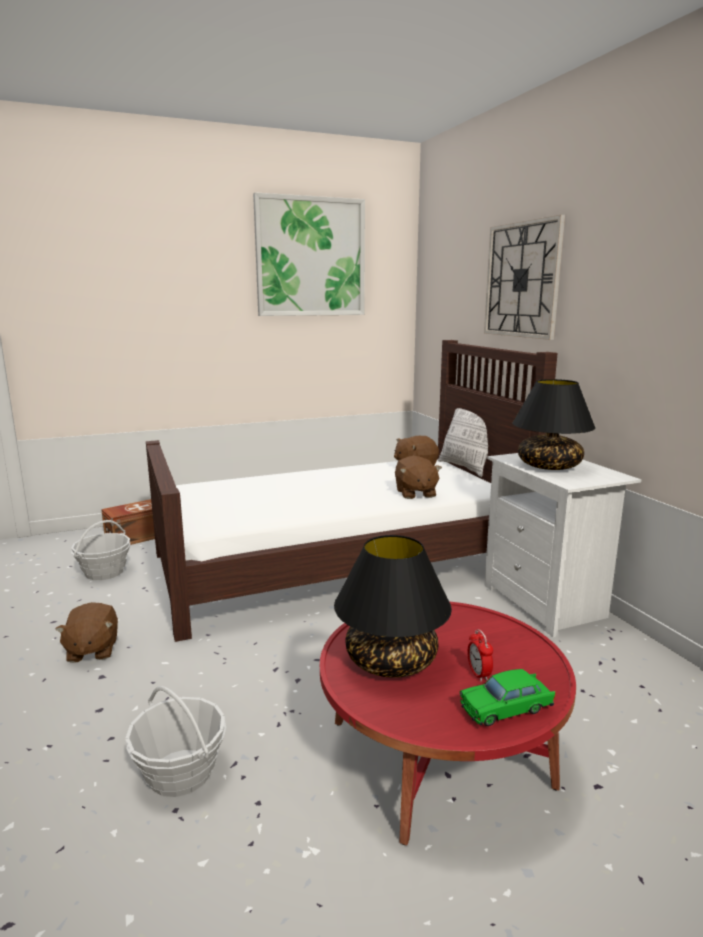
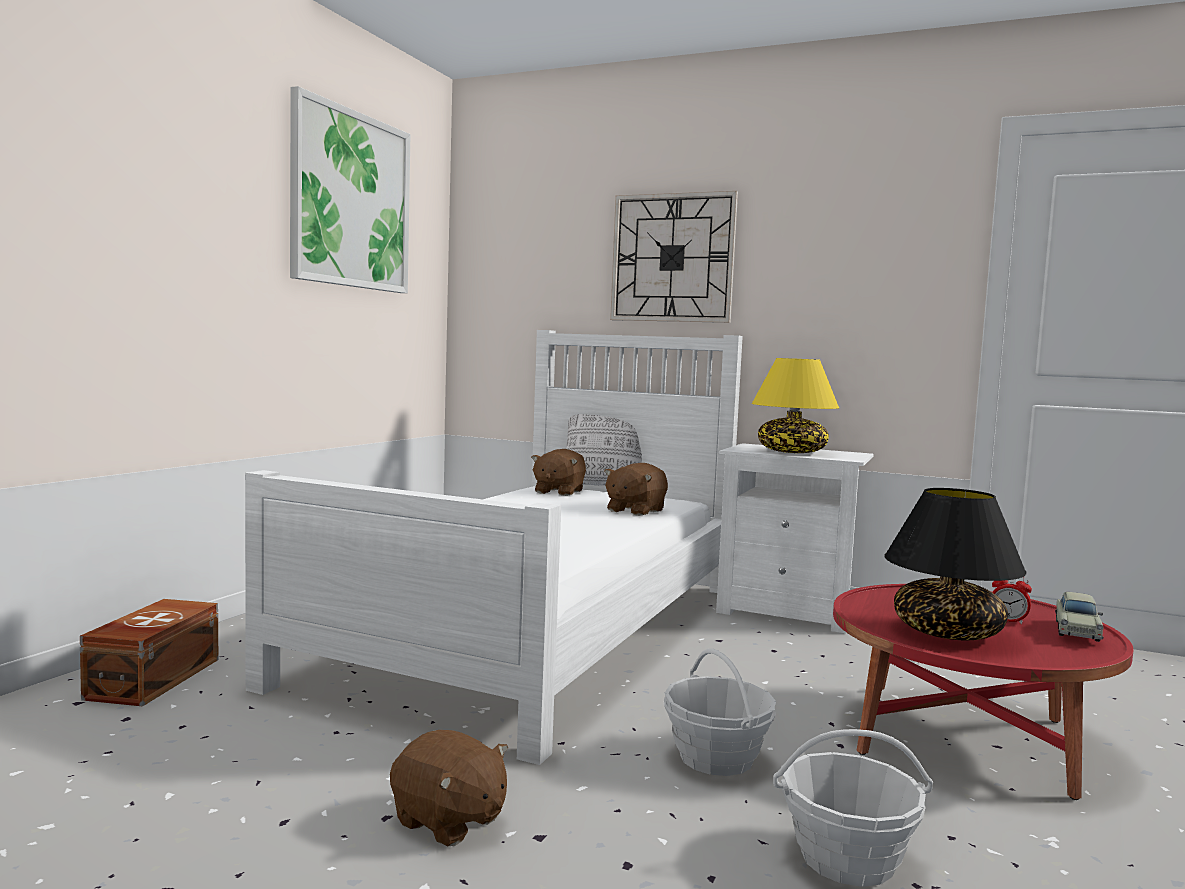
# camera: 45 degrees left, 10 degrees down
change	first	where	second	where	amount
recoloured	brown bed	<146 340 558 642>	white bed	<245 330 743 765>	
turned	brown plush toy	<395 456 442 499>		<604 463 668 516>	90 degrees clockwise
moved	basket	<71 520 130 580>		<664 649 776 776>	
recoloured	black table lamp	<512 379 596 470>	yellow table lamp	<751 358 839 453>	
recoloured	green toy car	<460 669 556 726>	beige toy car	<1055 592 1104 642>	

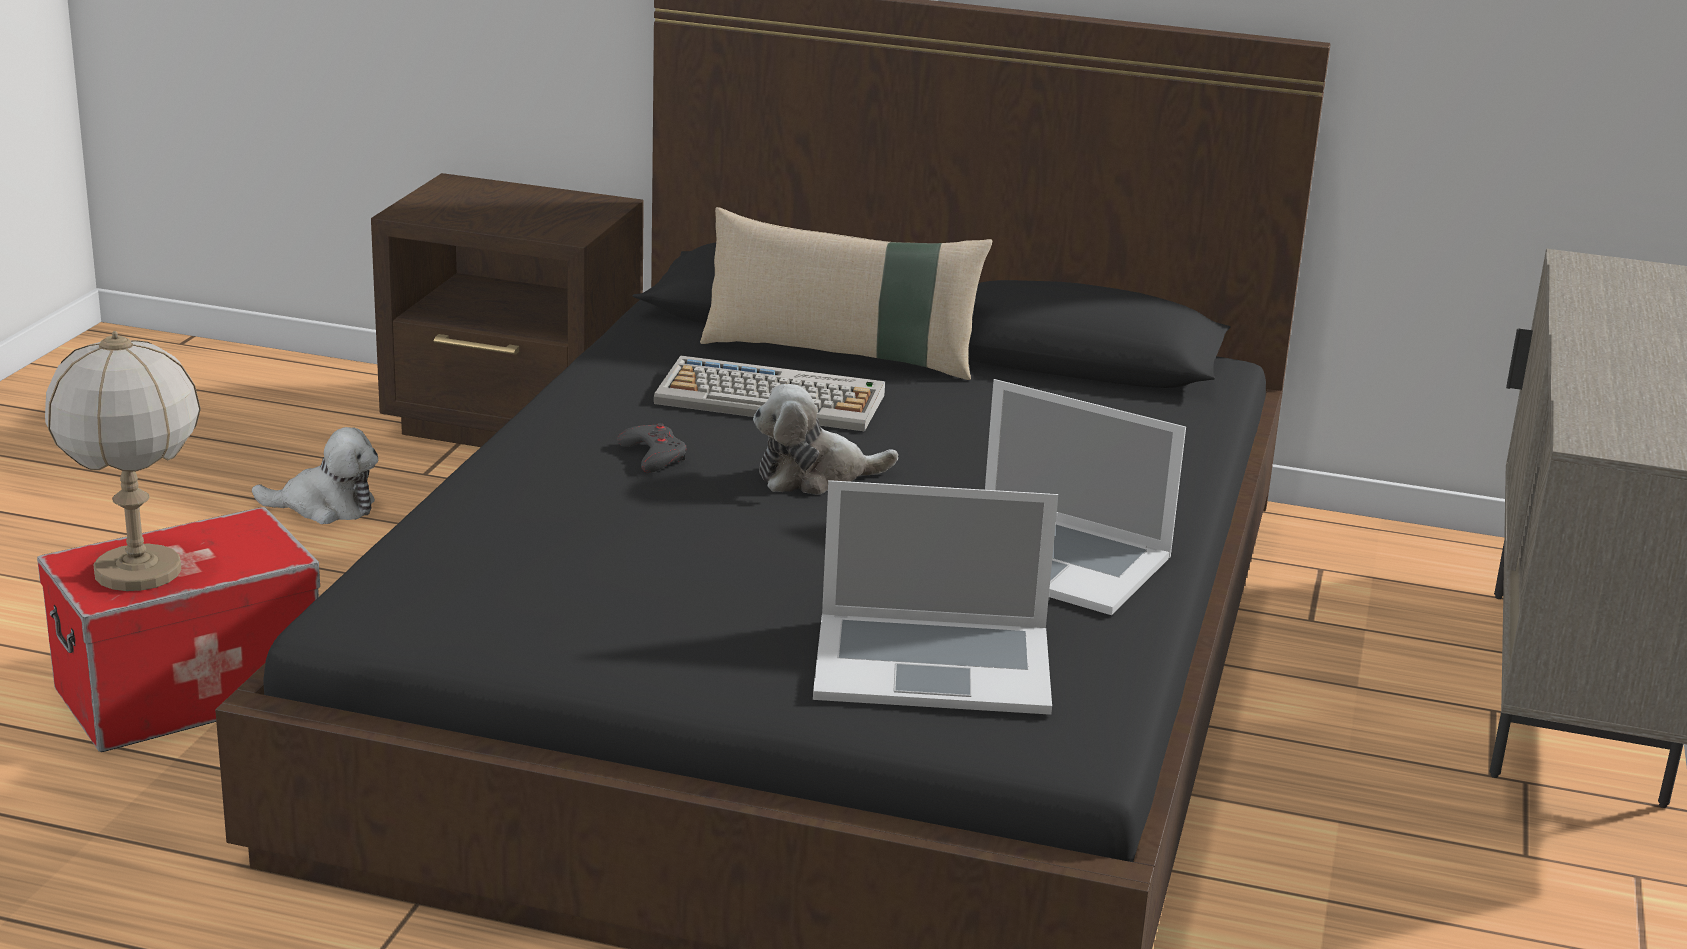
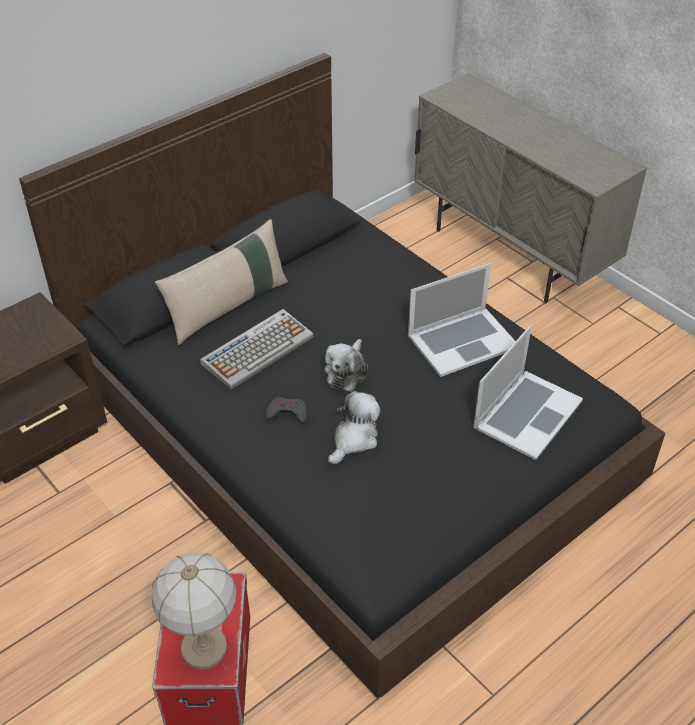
# camera: 55 degrees left, 20 degrees up
change	first	where	second	where	amount
moved	plush toy	<252 427 378 524>		<328 391 380 464>	

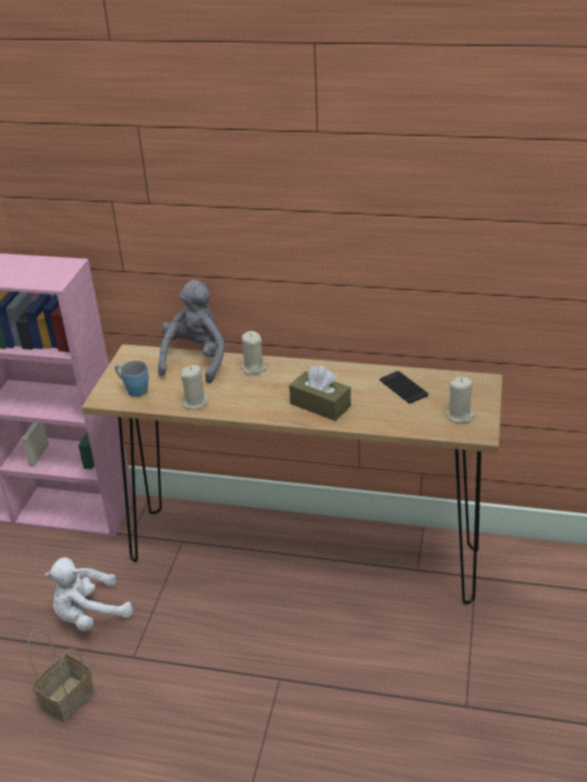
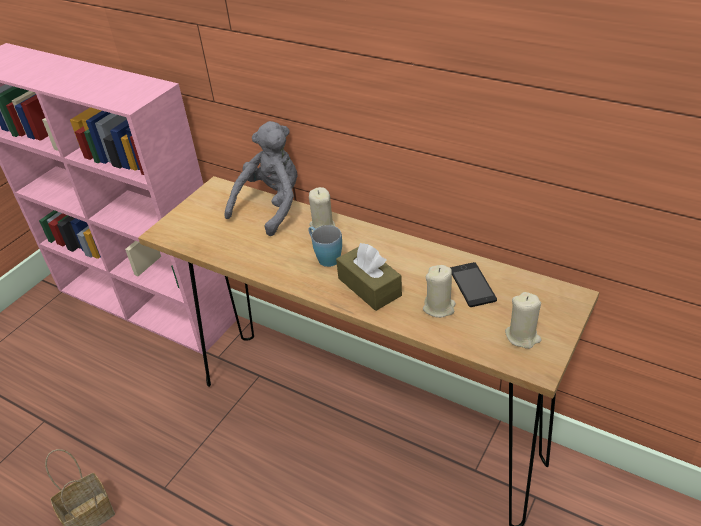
# camera: 20 degrees right, 5 degrees up
change	first	where	second	where	amount
moved	blue mug	<115 361 149 397>		<308 225 342 267>	
moved	beige candle	<181 365 208 410>		<423 265 456 318>	
removed	white plush toy	<44 558 133 631>			

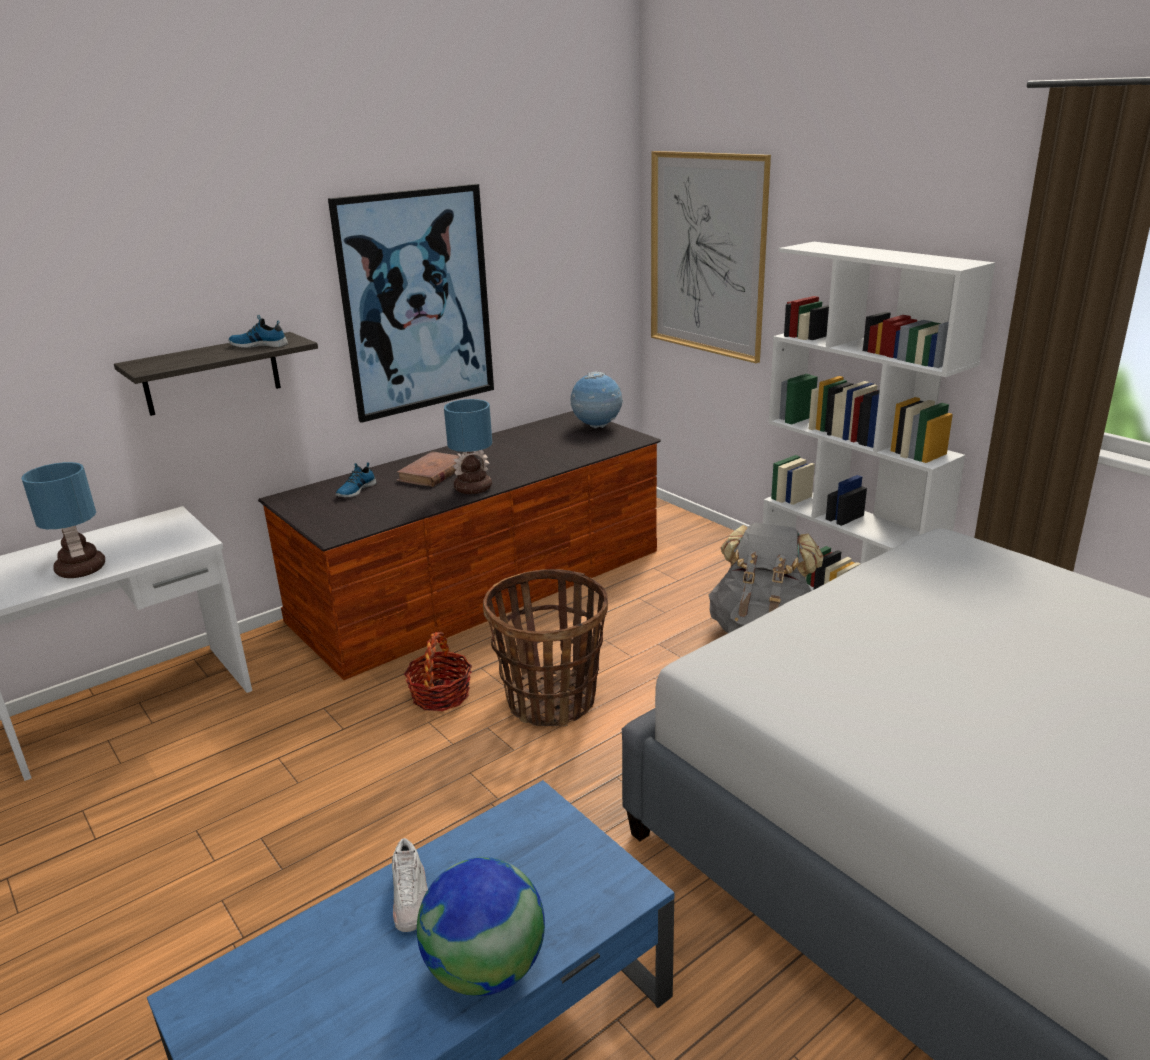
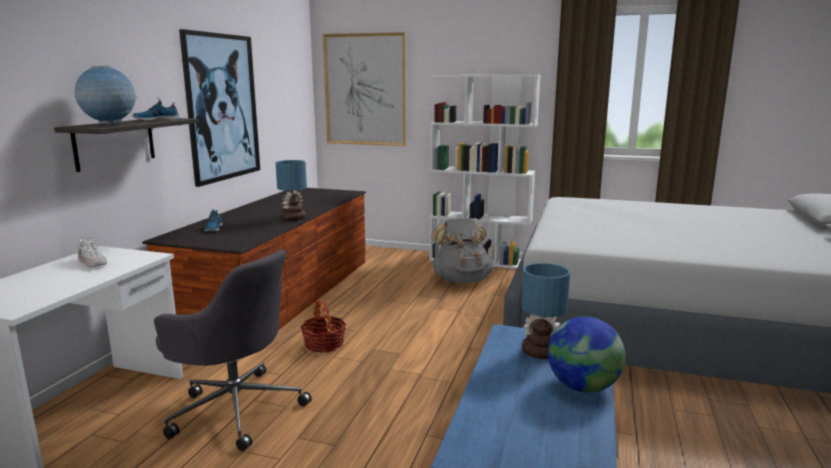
# camera: 35 degrees left, 10 degrees down
change	first	where	second	where	amount
moved	globe	<570 372 624 429>		<75 66 137 125>	
moved	white shoe	<392 838 428 932>		<78 237 107 268>	
added			grey office chair	<154 249 312 451>	
moved	table lamp	<21 462 105 578>		<521 263 570 359>	
removed	brown book	<396 451 466 487>			
removed	basket	<483 569 608 727>			

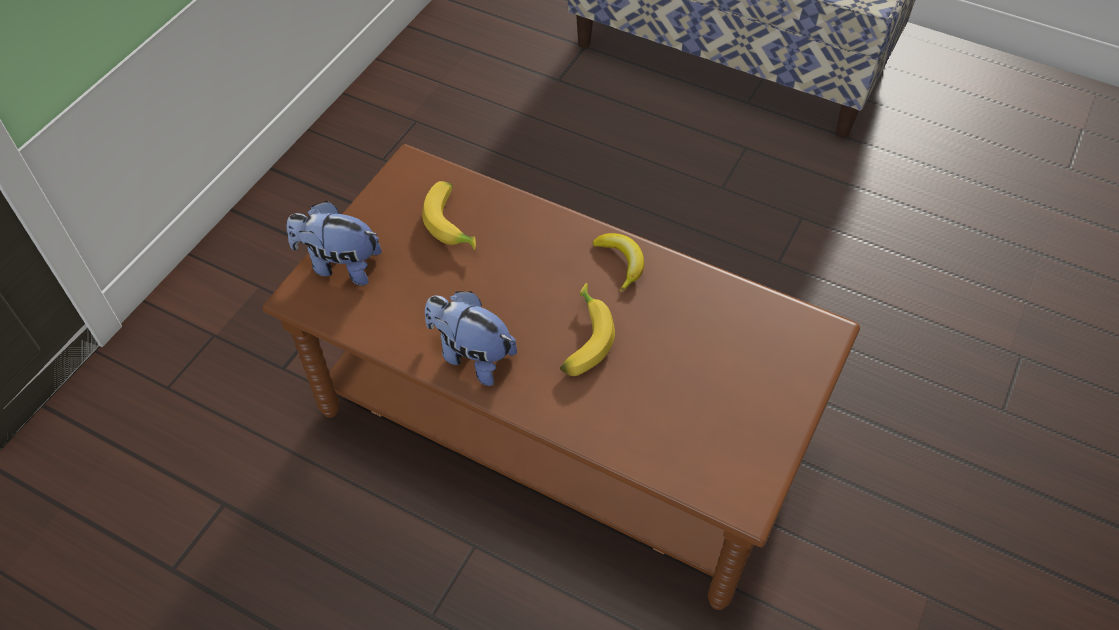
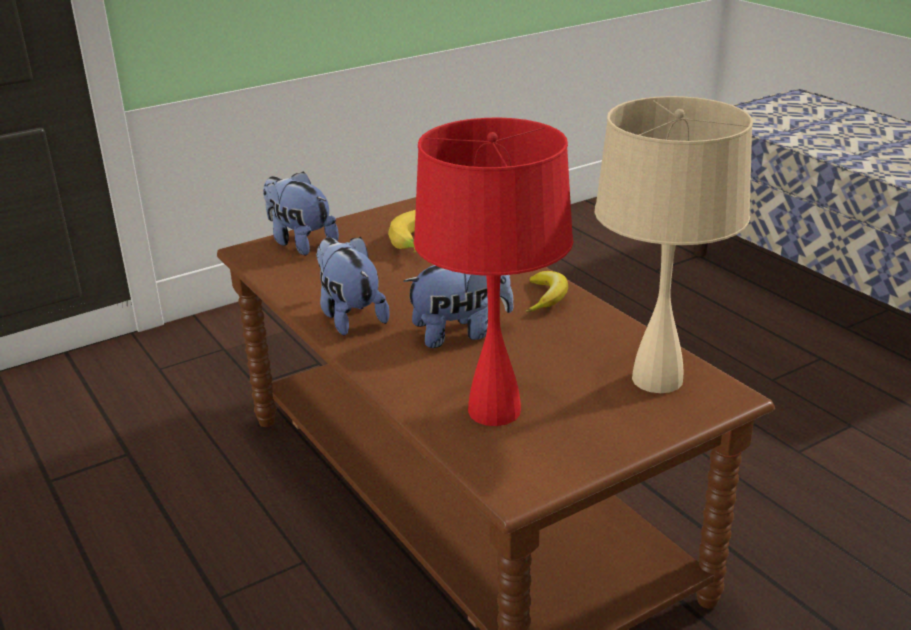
# camera: 30 degrees right, 25 degrees down
change	first	where	second	where	amount
replaced	banana	<560 283 615 376>	plush toy	<403 265 514 348>	
added			red table lamp	<414 118 573 426>	
added			beige table lamp	<595 96 753 393>	

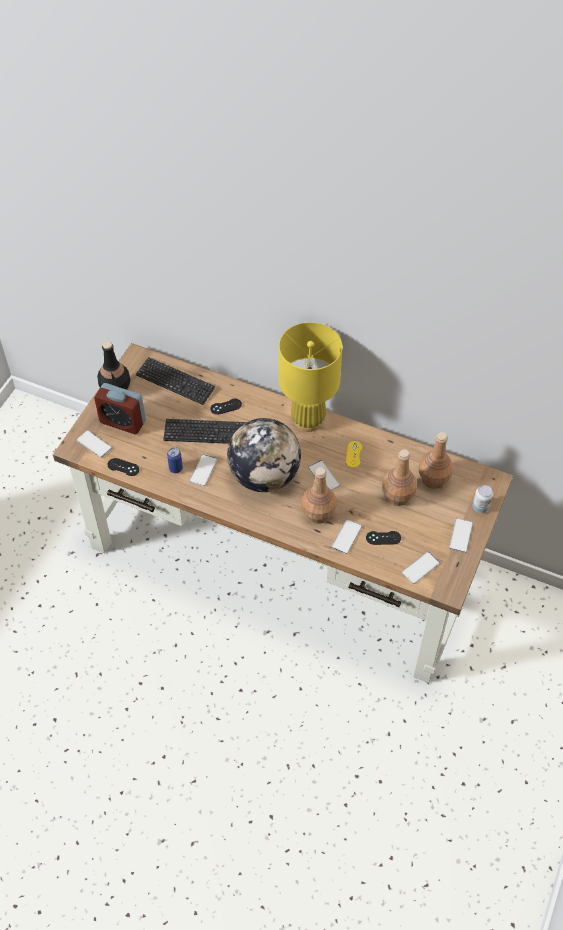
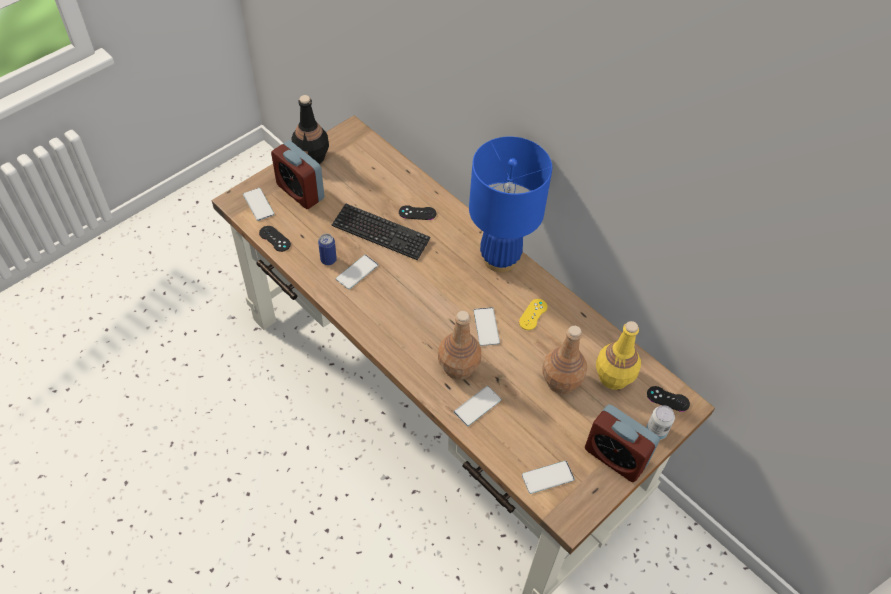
# camera: 20 degrees right, 0 degrees up
change	first	where	second	where	amount
recoloured	yellow table lamp	<279 322 343 432>	blue table lamp	<469 137 552 272>	
replaced	phone	<449 518 473 553>	alarm clock	<585 404 660 482>	
recoloured	brown bottle	<418 432 453 489>	yellow bottle	<596 321 641 390>	
moved	black game controller	<366 531 401 545>		<647 386 690 412>	
removed	keyboard	<136 357 215 405>			
removed	globe	<227 418 301 492>			

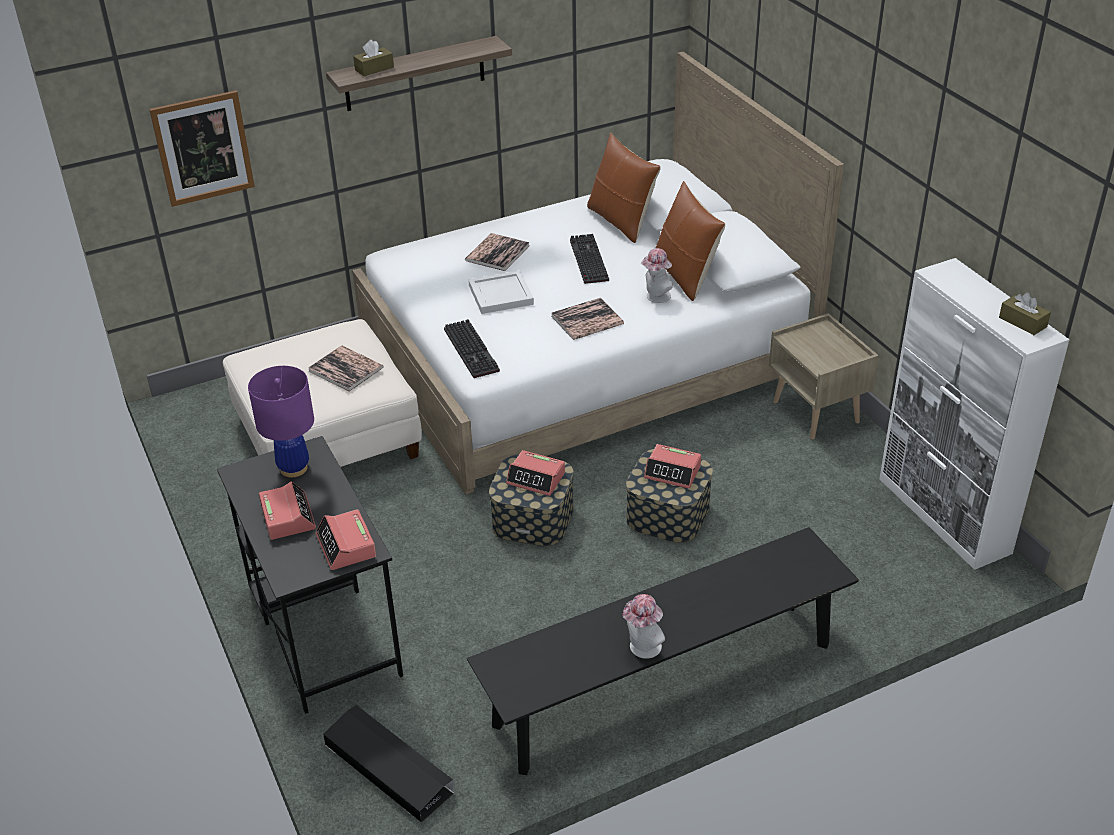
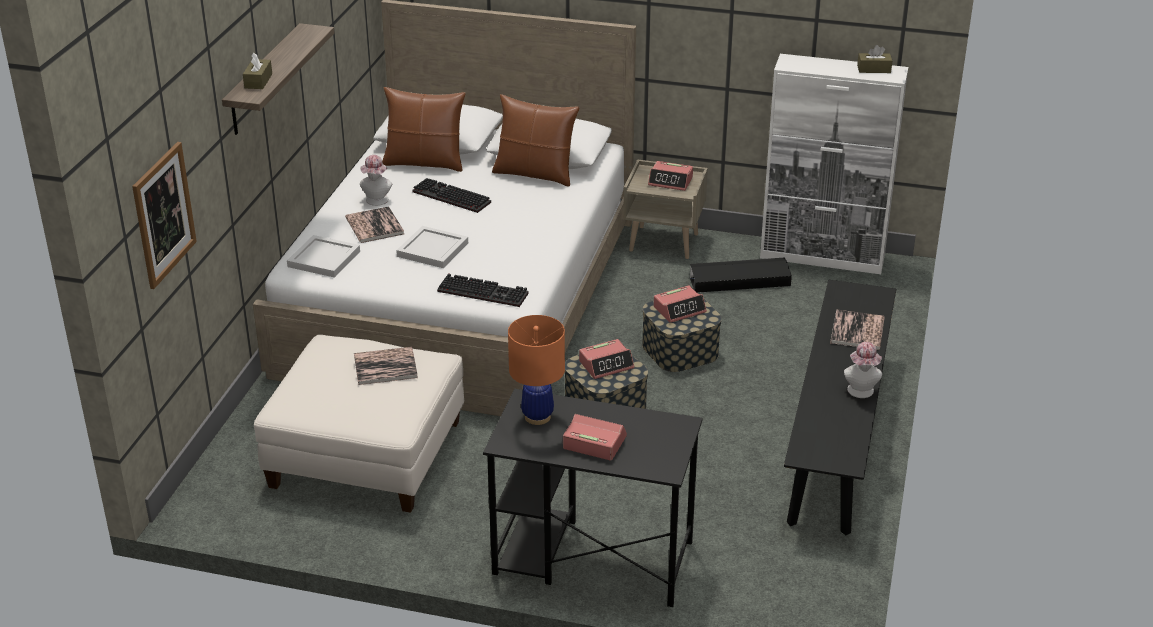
# camera: 50 degrees left, 5 degrees down
change	first	where	second	where	amount
added			white tray	<287 235 360 278>	
moved	hat	<641 248 673 303>		<360 155 392 206>	
recoloured	purple table lamp	<248 366 314 477>	orange table lamp	<508 315 565 425>	
moved	alarm clock	<316 509 376 570>		<648 161 693 191>	
moved	black storage box	<323 705 455 822>		<690 258 792 293>	
moved	book	<551 298 624 340>		<830 310 885 350>	

